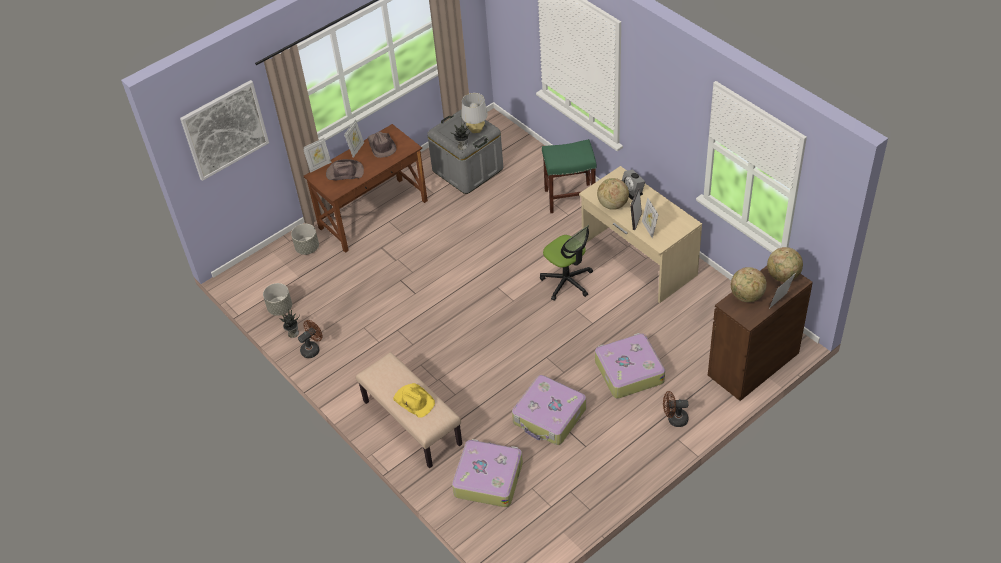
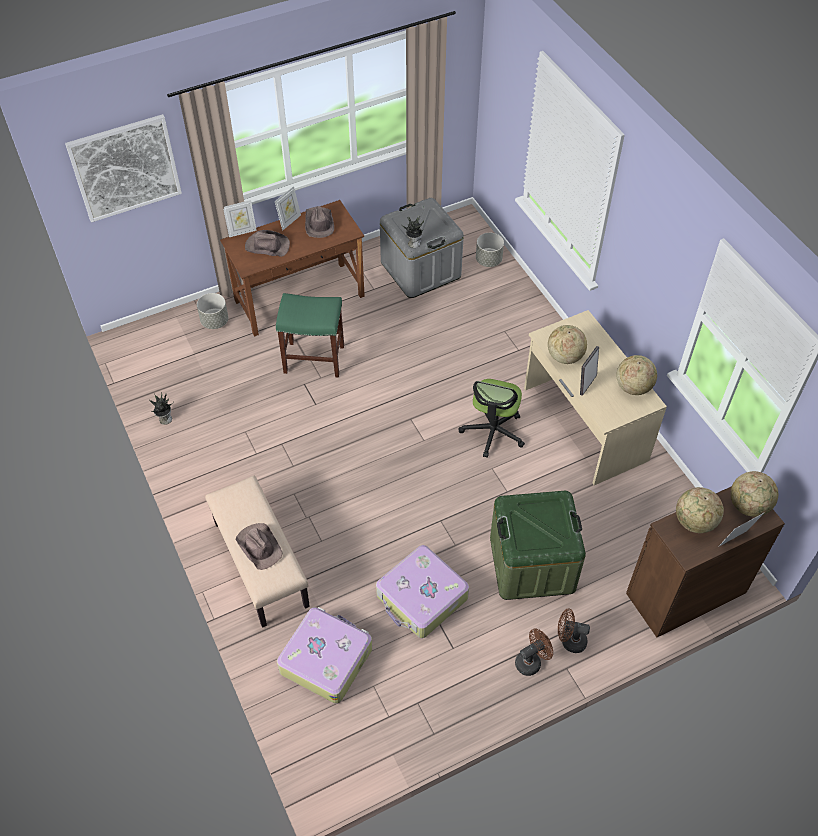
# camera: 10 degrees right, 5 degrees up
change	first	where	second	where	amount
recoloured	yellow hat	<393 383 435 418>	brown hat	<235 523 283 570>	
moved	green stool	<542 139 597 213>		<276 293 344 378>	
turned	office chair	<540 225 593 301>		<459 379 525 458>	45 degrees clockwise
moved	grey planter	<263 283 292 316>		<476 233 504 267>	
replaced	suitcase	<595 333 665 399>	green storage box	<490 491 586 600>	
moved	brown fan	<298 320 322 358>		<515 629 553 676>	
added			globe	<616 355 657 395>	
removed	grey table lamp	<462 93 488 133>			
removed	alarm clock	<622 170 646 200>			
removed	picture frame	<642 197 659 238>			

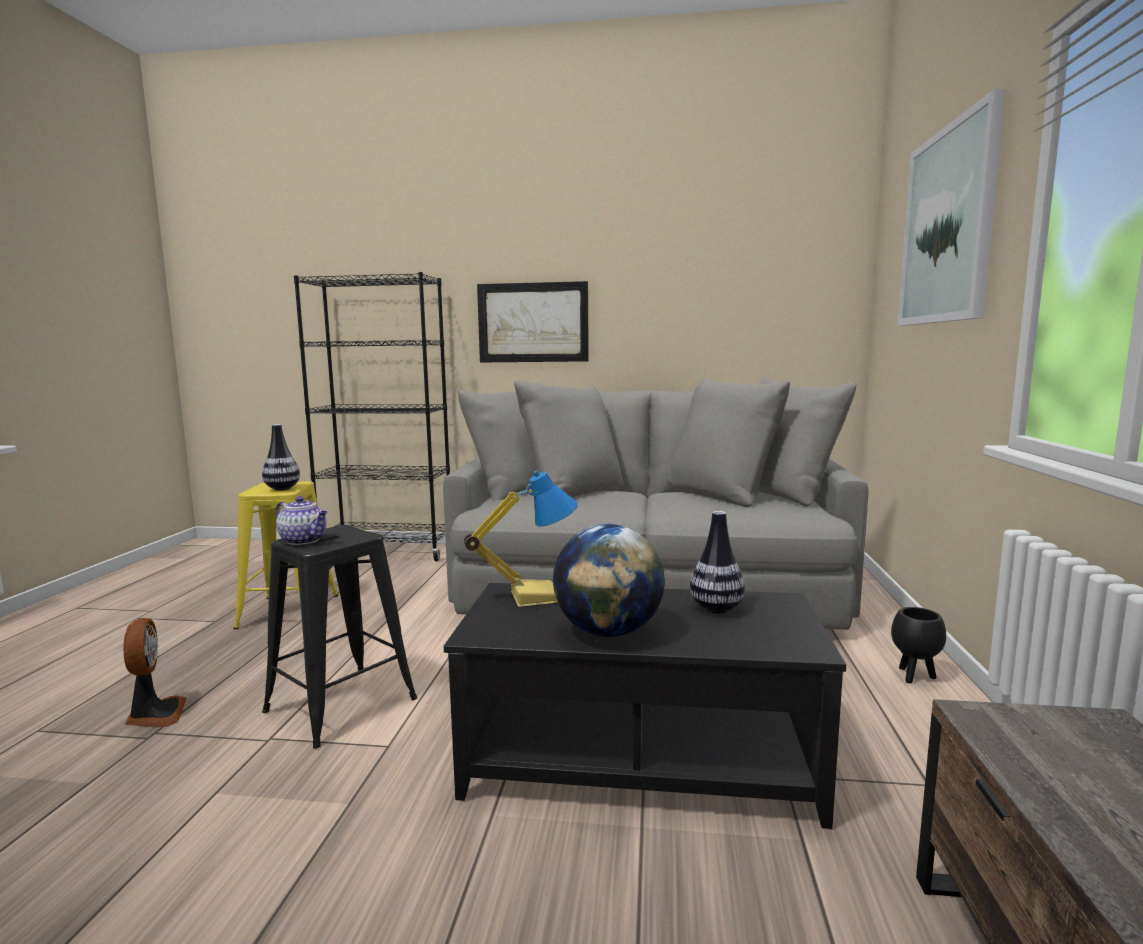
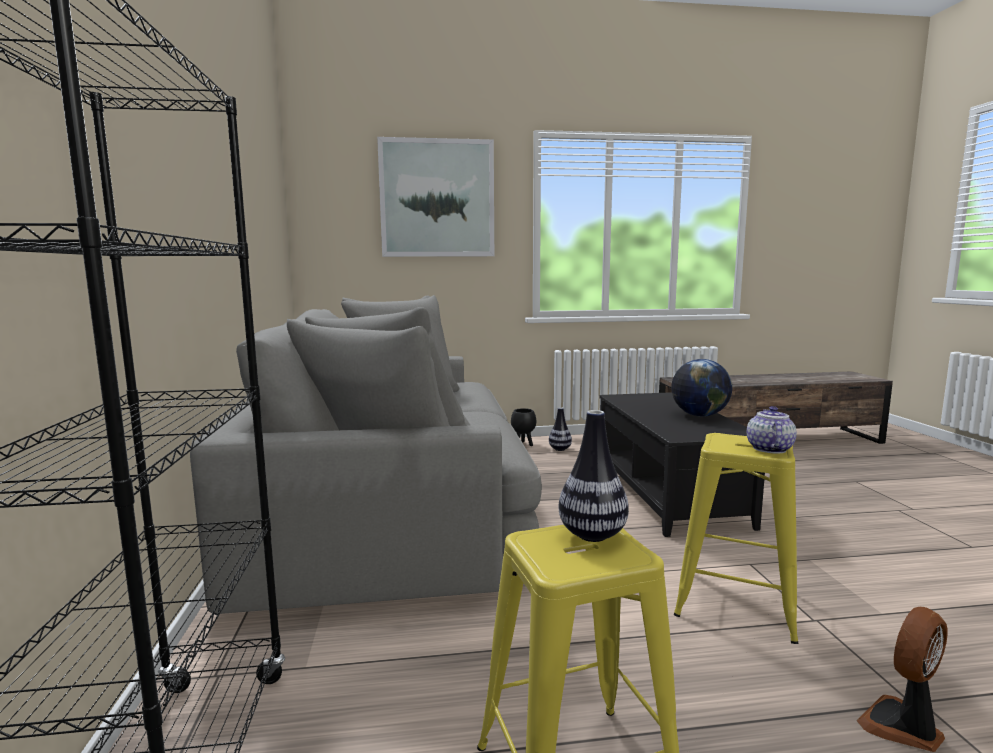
# camera: 105 degrees left, 0 degrees up
change	first	where	second	where	amount
moved	vase	<690 511 745 613>		<549 407 572 451>	
recoloured	black stool	<262 525 418 749>	yellow stool	<674 433 798 644>	
removed	table lamp	<464 470 578 607>			
removed	picture	<477 281 589 362>			

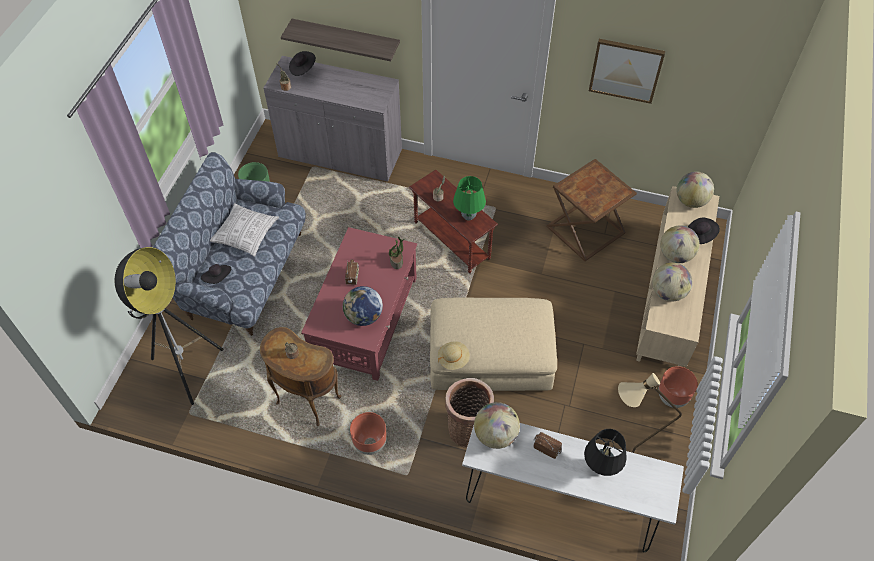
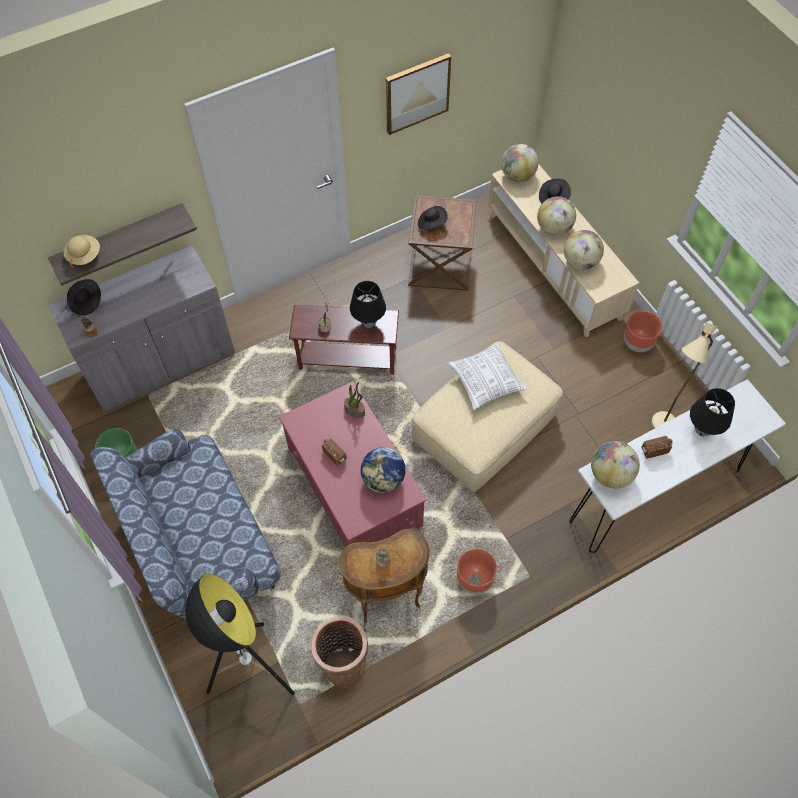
# camera: 45 degrees left, 5 degrees up
change	first	where	second	where	amount
moved	beige hat	<438 341 470 370>		<63 235 100 268>	
moved	basket	<445 378 494 448>		<311 616 368 688>	
recoloured	green table lamp	<453 176 486 221>	black table lamp	<350 281 386 328>	
moved	black hat	<201 264 231 284>		<418 206 448 230>	
moved	pillow	<210 203 279 257>		<448 343 527 410>	

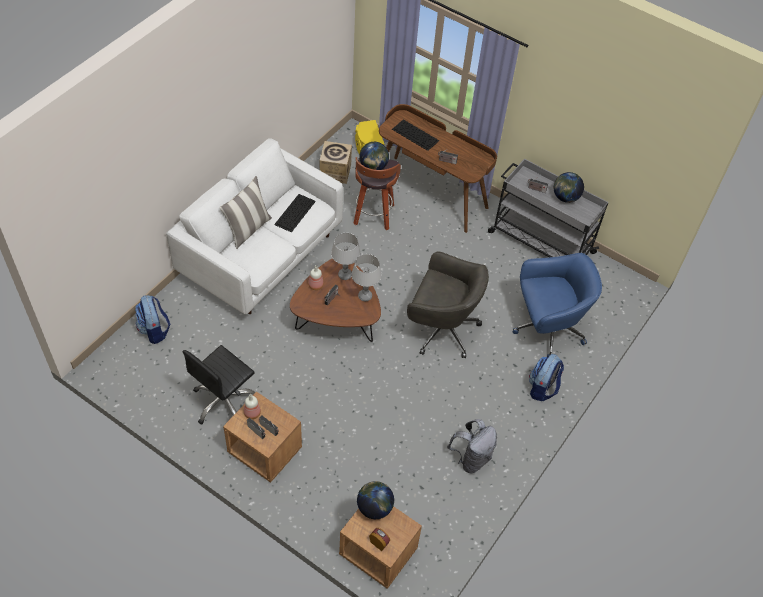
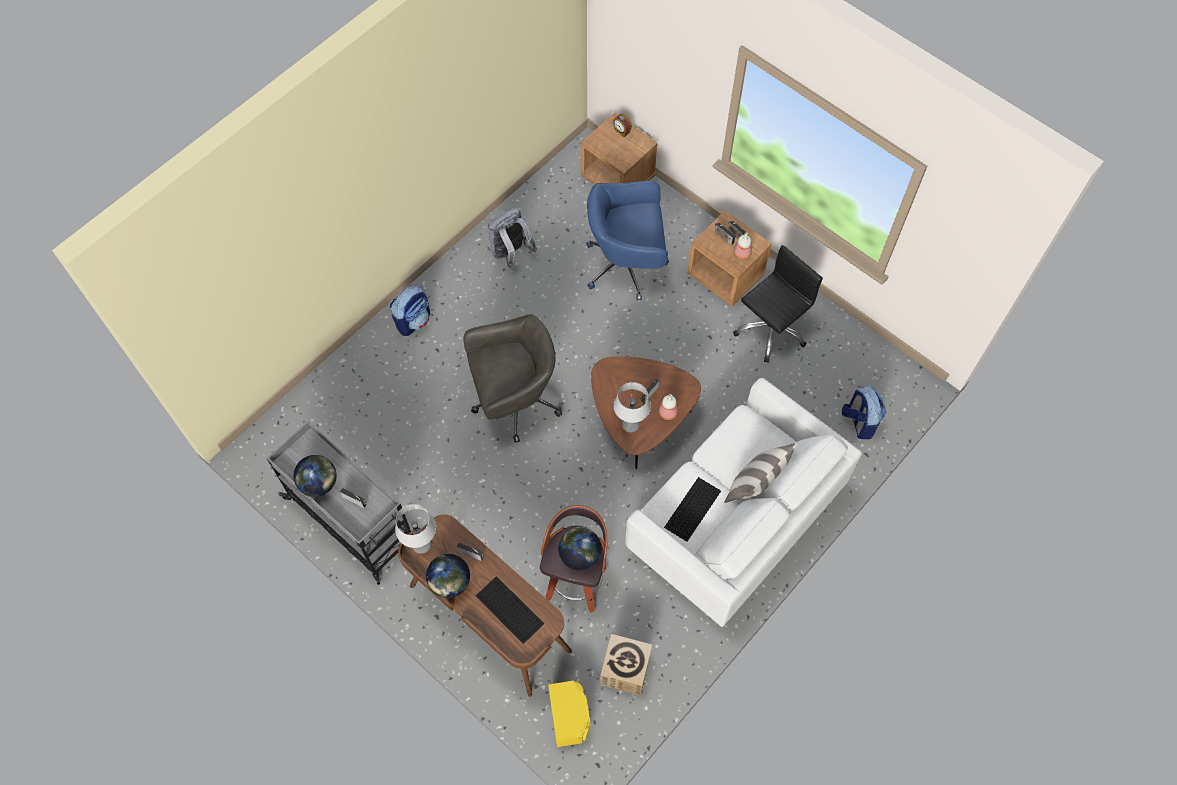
# camera: 170 degrees left, 10 degrees up
change	first	where	second	where	amount
moved	grey table lamp	<351 254 381 301>		<395 504 436 554>	
moved	globe	<357 481 394 519>		<426 554 470 598>	
turned	grey office chair	<407 251 489 358>		<463 314 562 443>	135 degrees clockwise
moved	blue office chair	<513 253 602 357>		<586 181 669 300>	

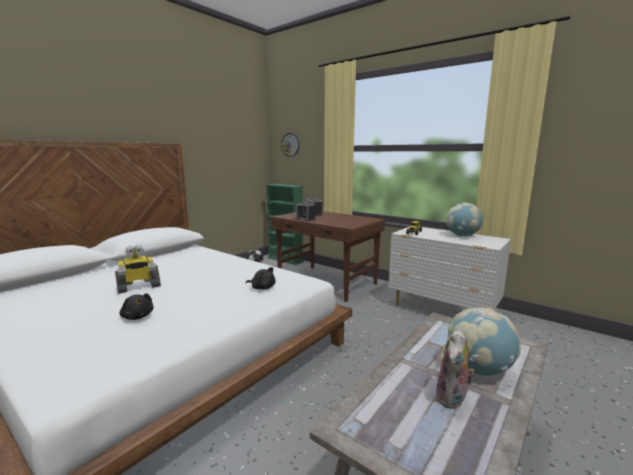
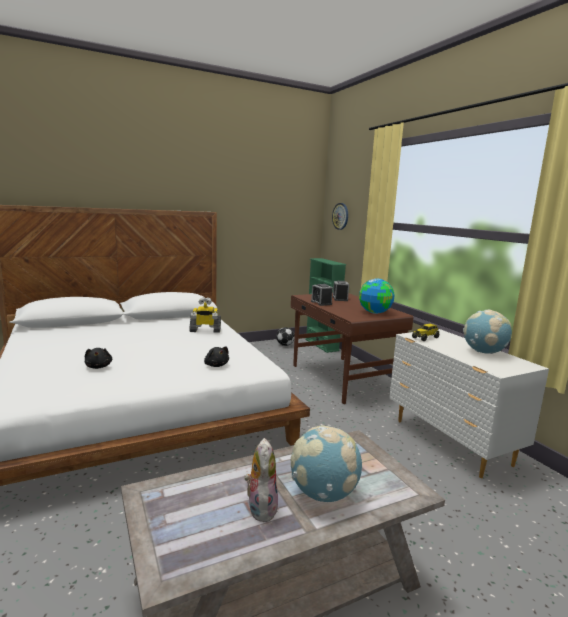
# camera: 25 degrees right, 0 degrees up
change	first	where	second	where	amount
moved	toy robot	<115 245 161 294>		<189 297 221 333>	
turned	plush toy	<436 328 475 409>		<244 438 278 522>	120 degrees clockwise
added			globe	<359 278 395 314>	

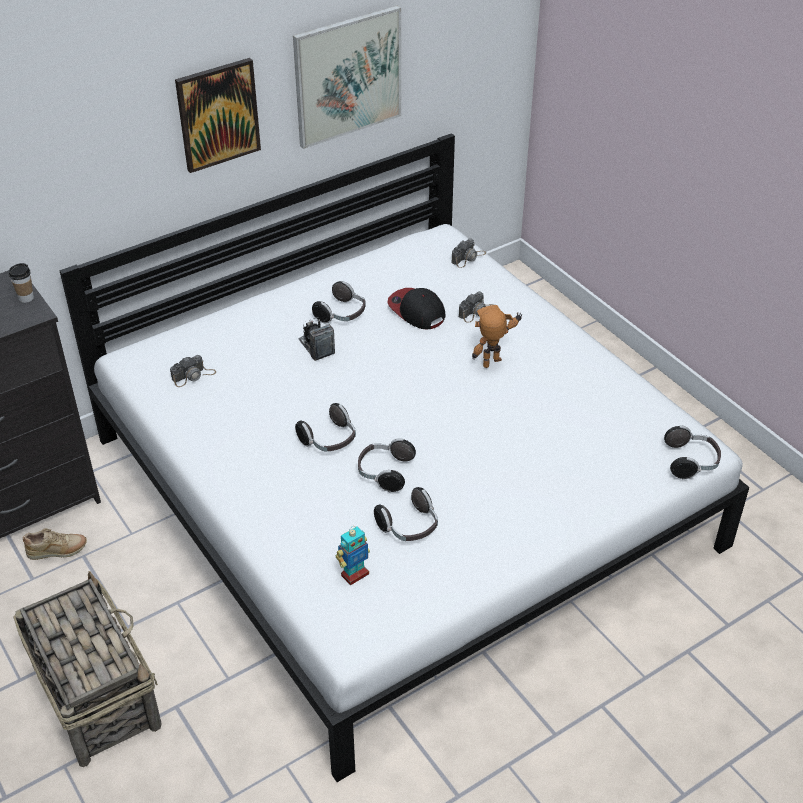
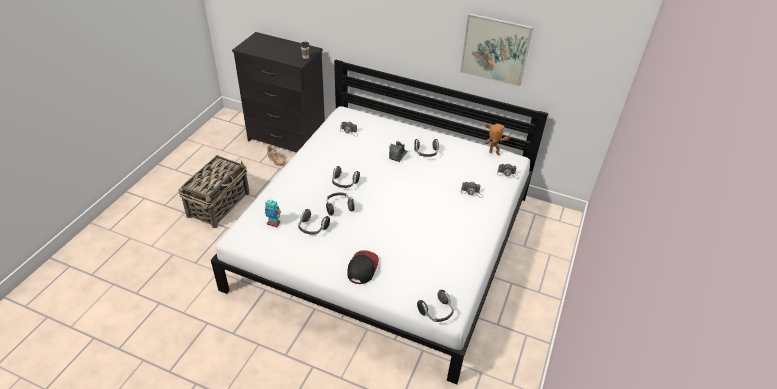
# camera: 55 degrees right, 0 degrees up
change	first	where	second	where	amount
moved	cap	<388 288 446 329>		<347 250 379 284>	
moved	toy robot	<472 305 523 368>		<485 124 512 155>	
removed	picture	<175 58 261 173>			

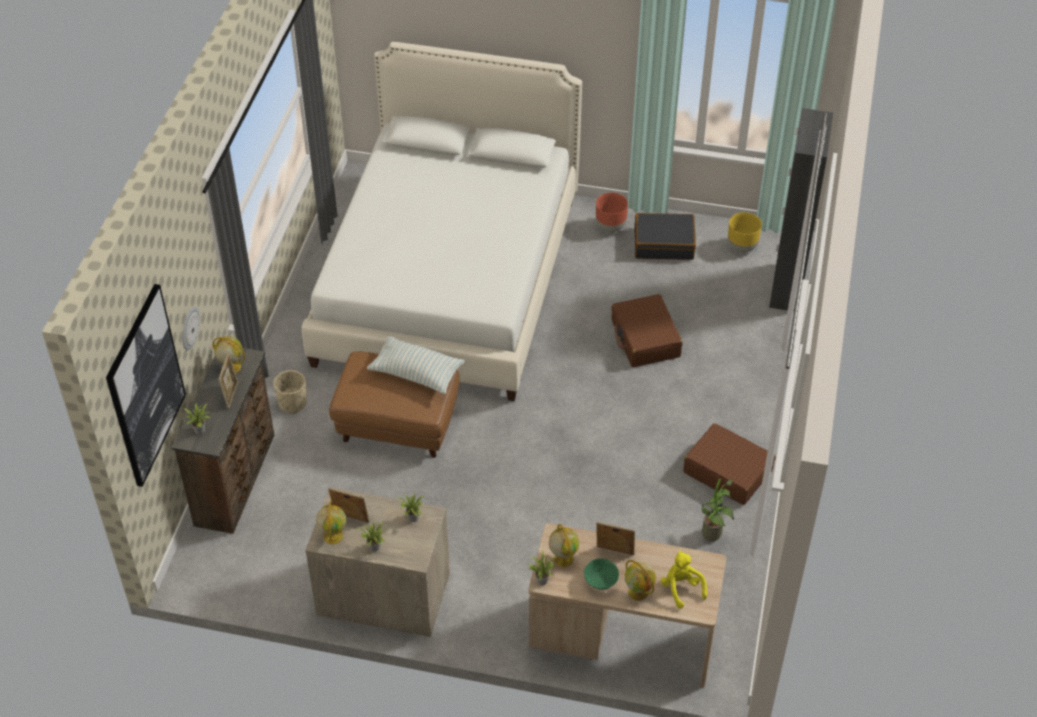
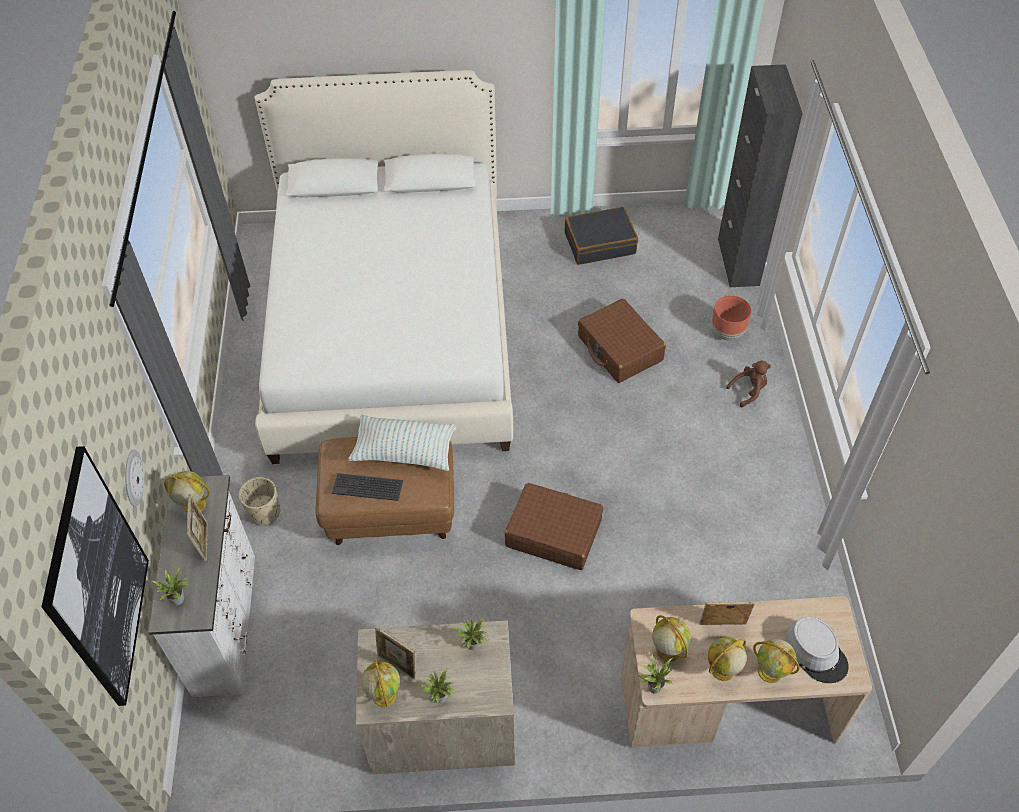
# camera: 15 degrees left, 5 degrees up
change	first	where	second	where	amount
recoloured	brown dresser	<172 348 274 534>	white dresser	<148 475 255 697>	
added			keyboard	<332 473 403 501>	
turned	picture frame	<328 488 370 523>		<375 627 416 680>	150 degrees counterclockwise
moved	brown suitcase	<683 423 775 505>		<505 483 603 570>	
replaced	green bowl	<584 558 619 590>	globe	<708 637 747 681>	
moved	brown planter	<596 193 628 232>		<712 295 751 341>	
added			brown plush toy	<726 361 771 407>	
replaced	yellow plush toy	<661 551 707 609>	grey hat	<785 617 848 683>	
removed	potted plant	<702 478 734 541>			
removed	yellow planter	<728 212 762 252>			

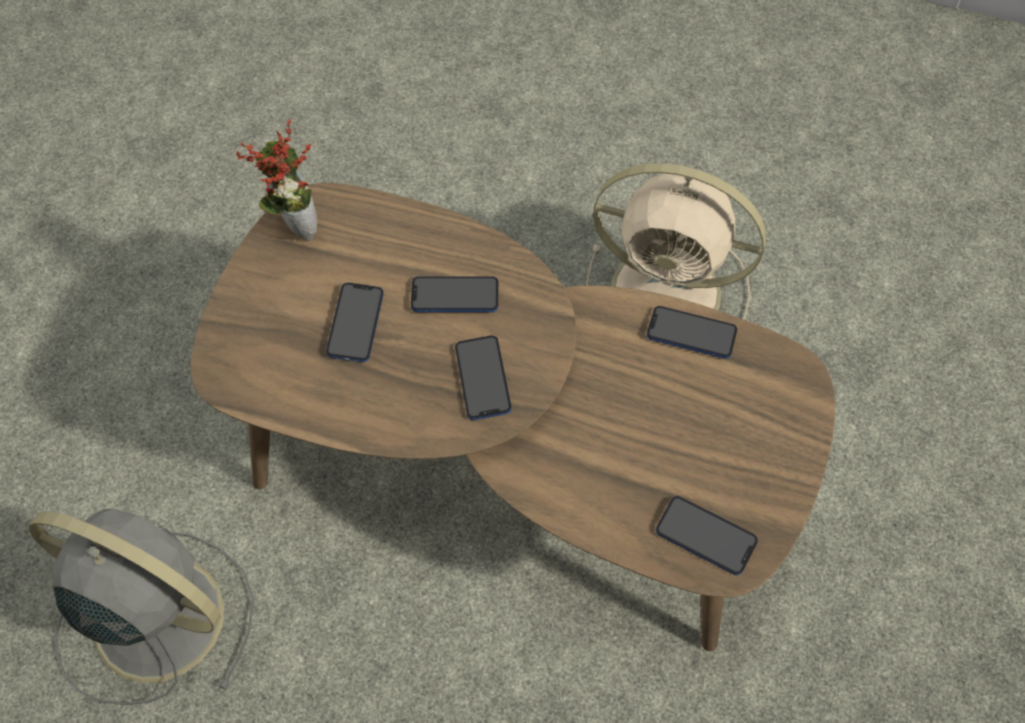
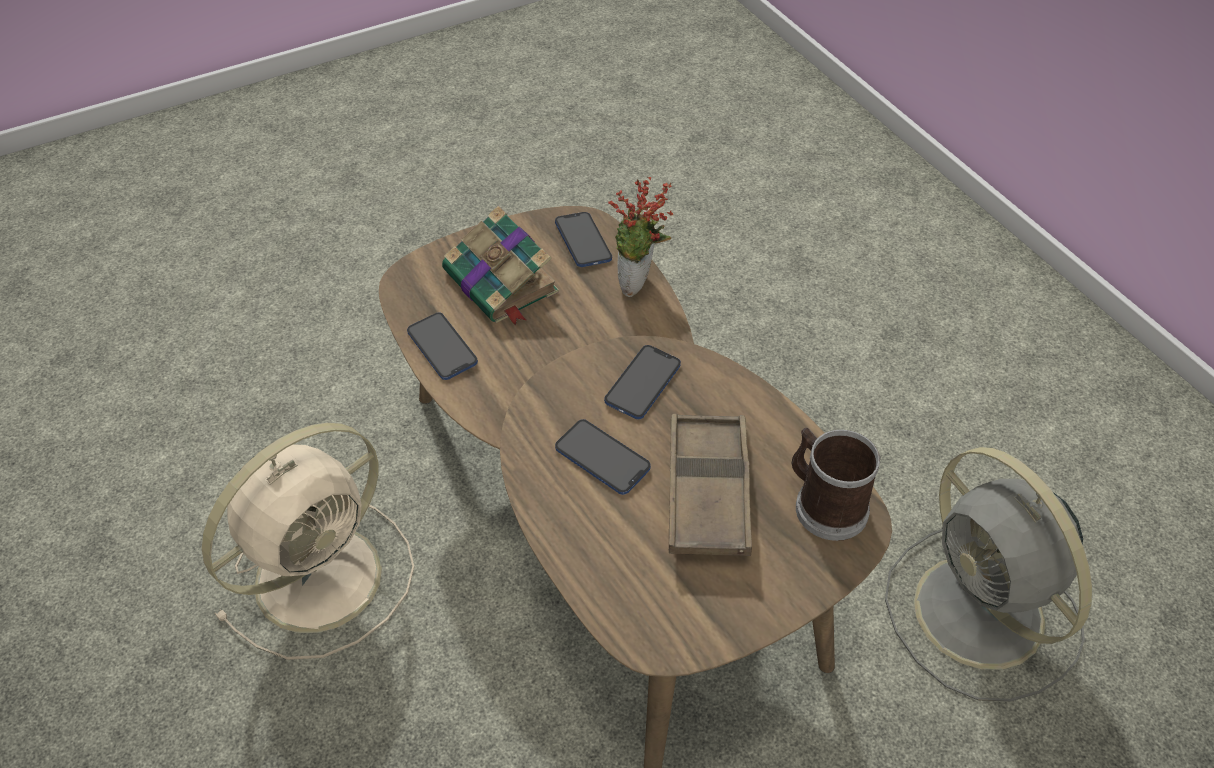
# camera: 140 degrees left, 10 degrees down
change	first	where	second	where	amount
turned	beige fan	<586 163 766 320>		<202 423 414 660>	75 degrees clockwise
added			book	<442 206 559 326>	
moved	potted plant	<235 119 317 241>		<608 177 673 297>	
replaced	phone	<326 283 384 362>	brown tray	<669 414 752 556>	
added			mug	<791 428 881 541>	

